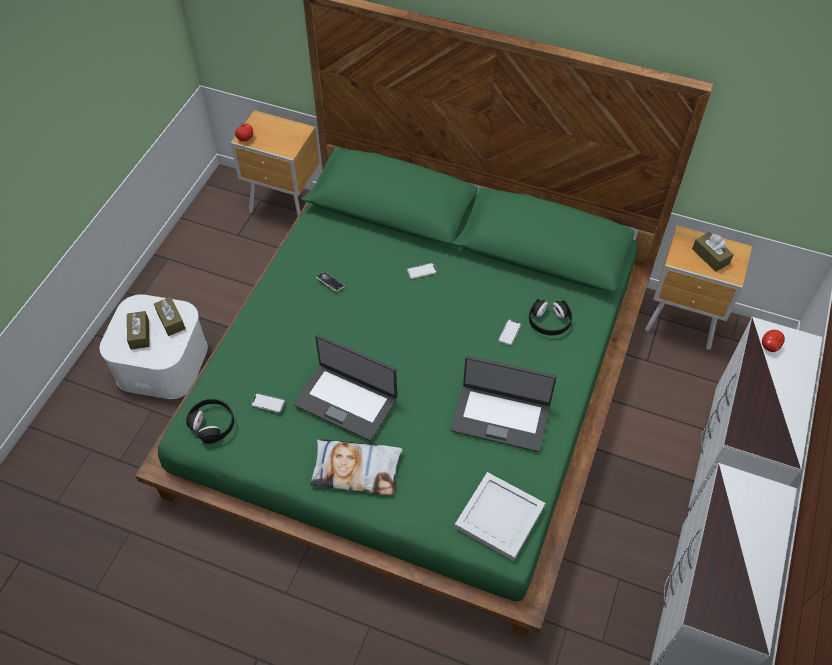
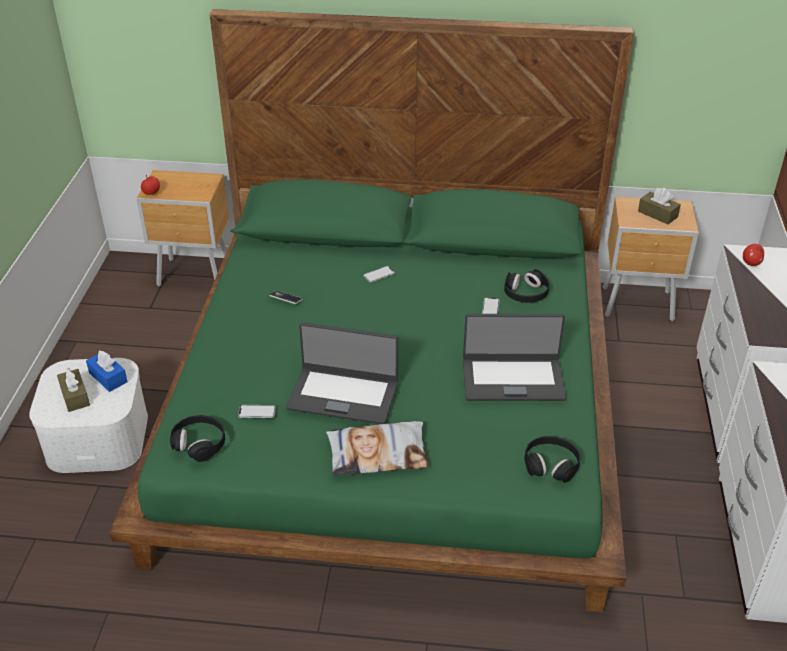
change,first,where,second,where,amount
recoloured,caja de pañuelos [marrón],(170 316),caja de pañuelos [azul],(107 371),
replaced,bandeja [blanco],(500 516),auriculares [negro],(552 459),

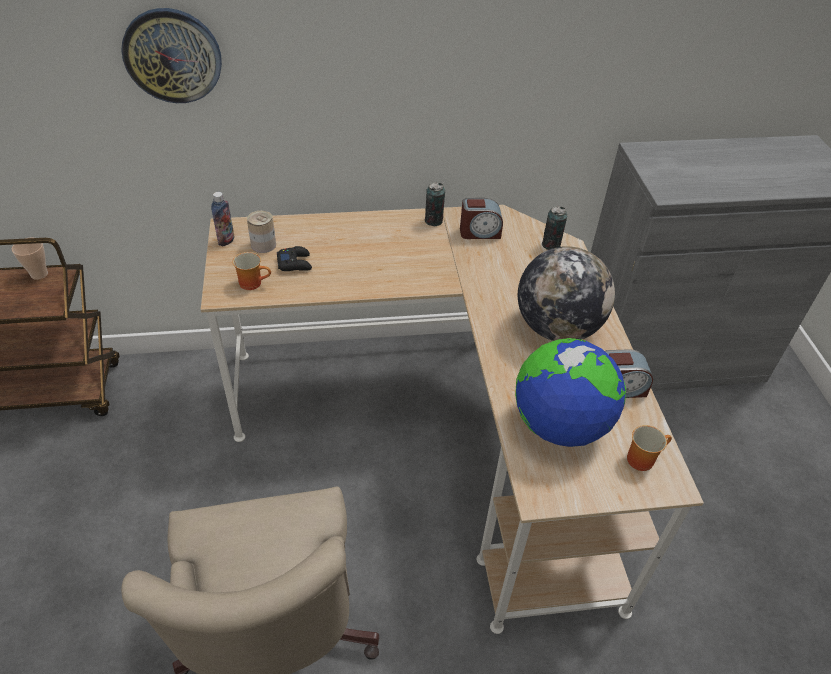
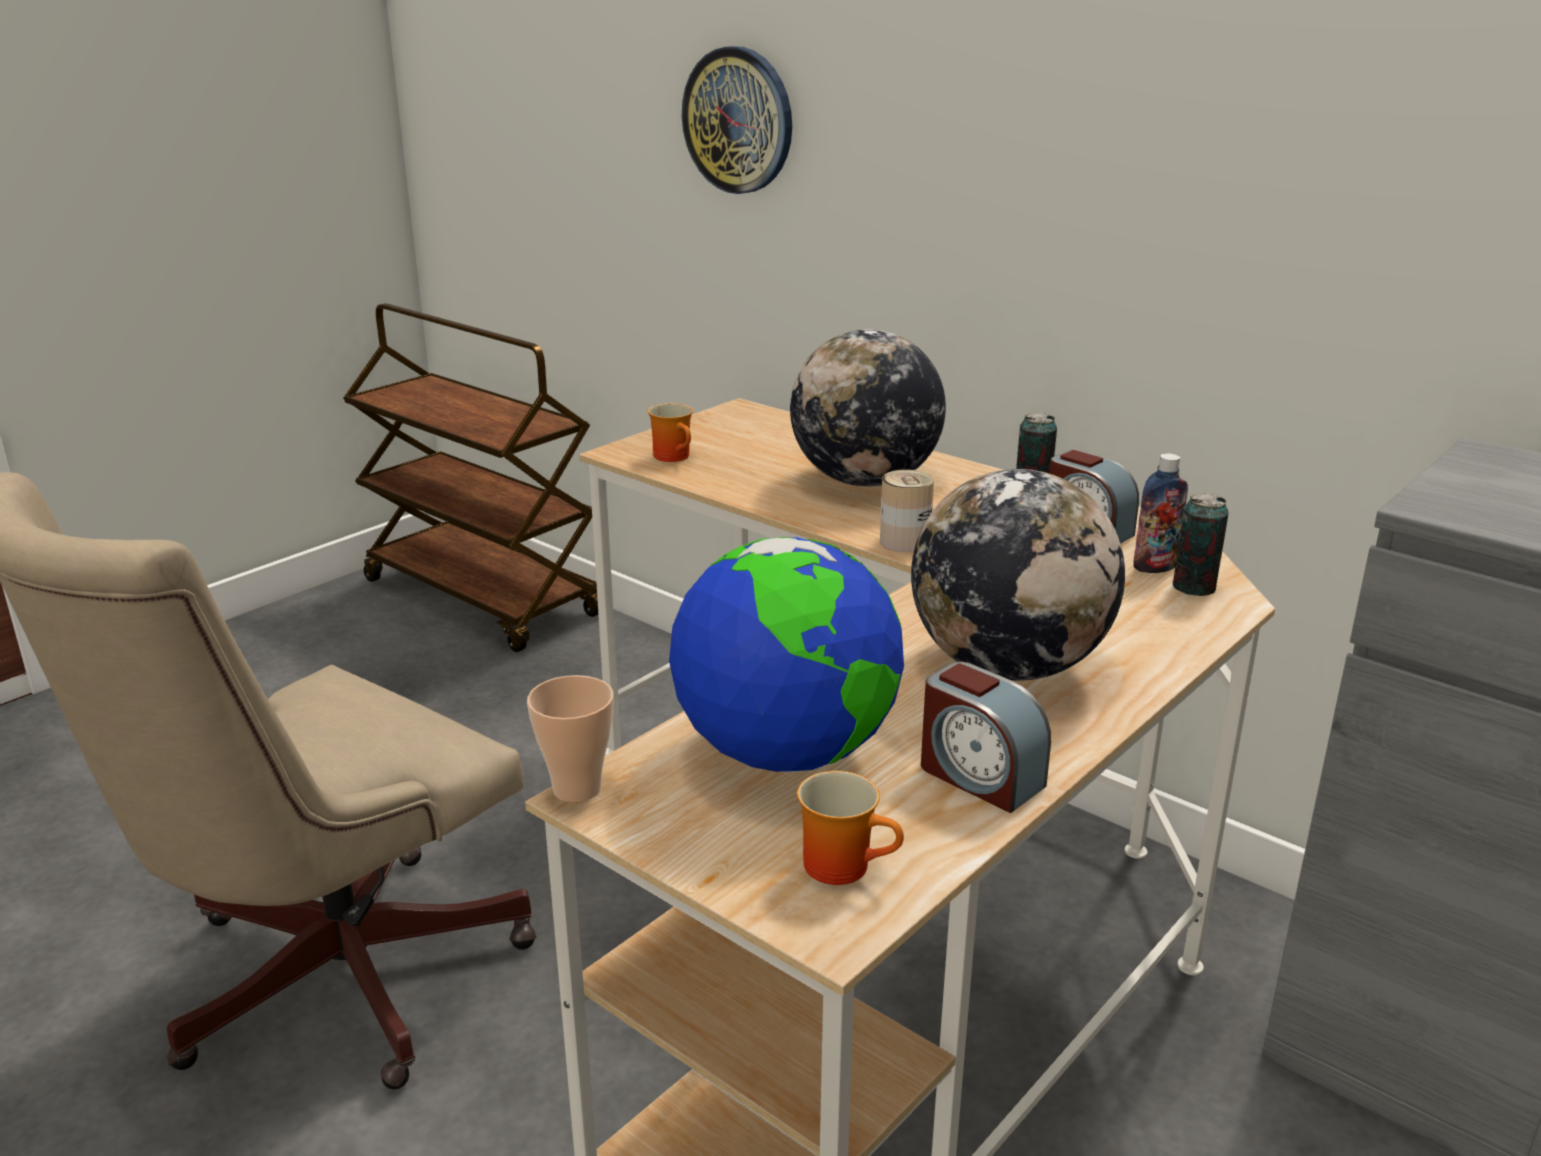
change,first,where,second,where,amount
moved,taza,(30 259),,(570 738),
moved,botella,(223 219),,(1161 513),
moved,lata,(261 232),,(907 511),
removed,mando de consola [negro],(294 258),,,
added,,,globo terráqueo,(868 408),

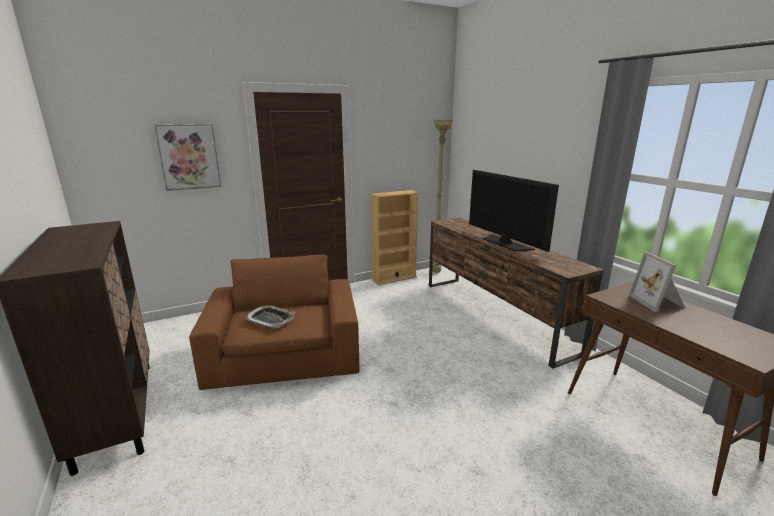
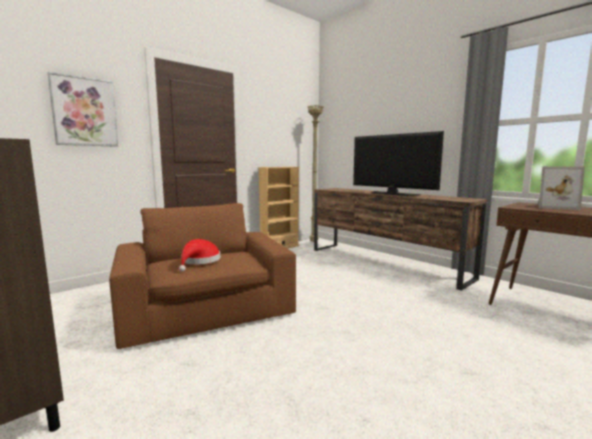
change,first,where,second,where,amount
replaced,bandeja,(270 316),sombrero [rojo],(199 255),
turned,portarretratos,(657 282),,(561 188),45 degrees counterclockwise

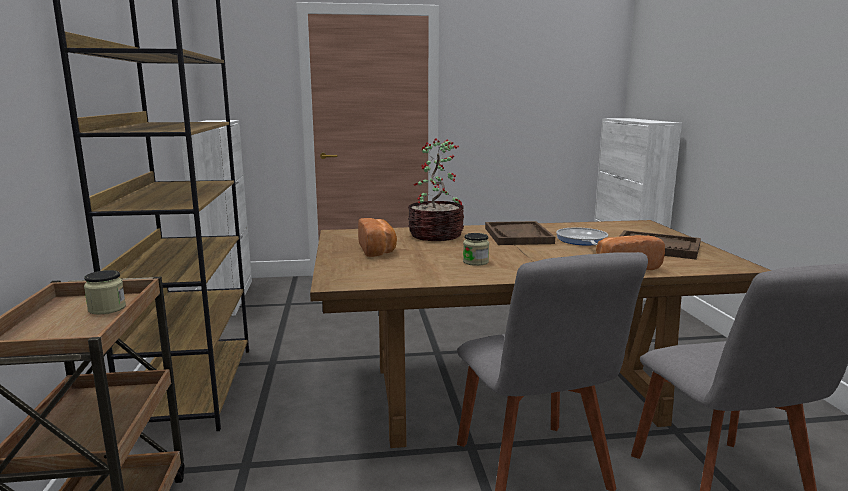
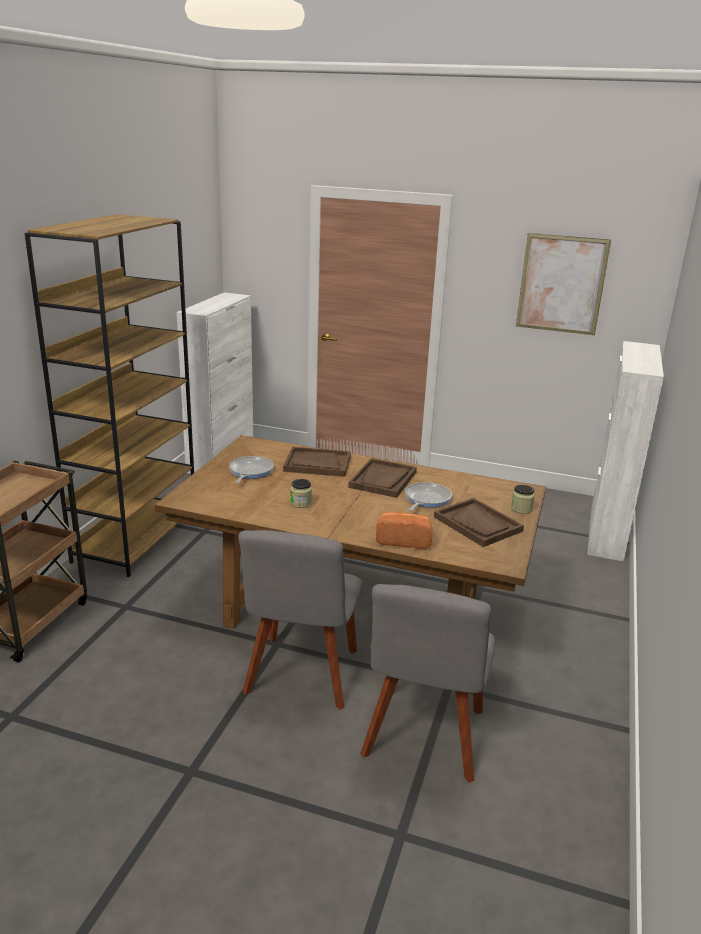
change,first,where,second,where,amount
moved,tarro,(105 292),,(523 499),
replaced,pan,(377 237),sartén,(251 469),
replaced,planta en maceta,(436 189),bandeja [marrón],(317 462),
added,,,cuadro,(563 284),

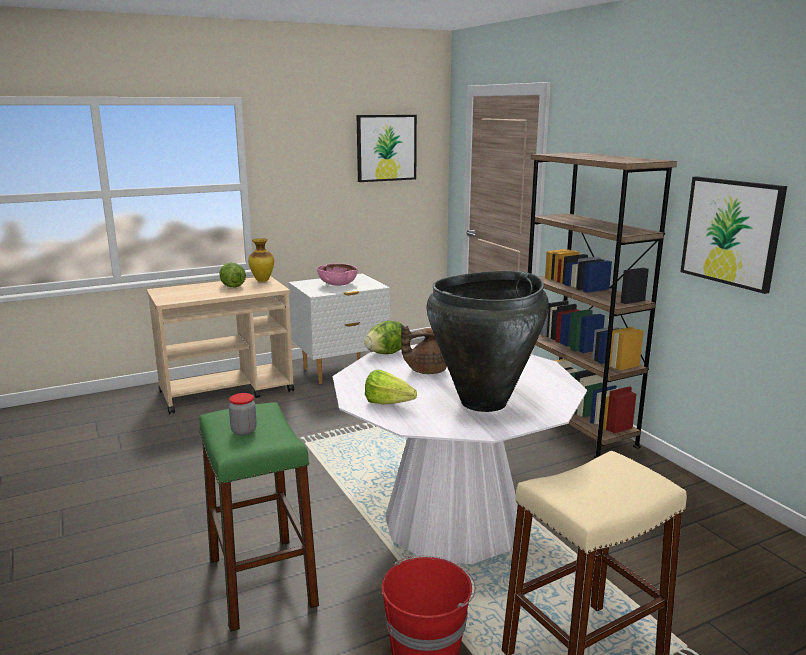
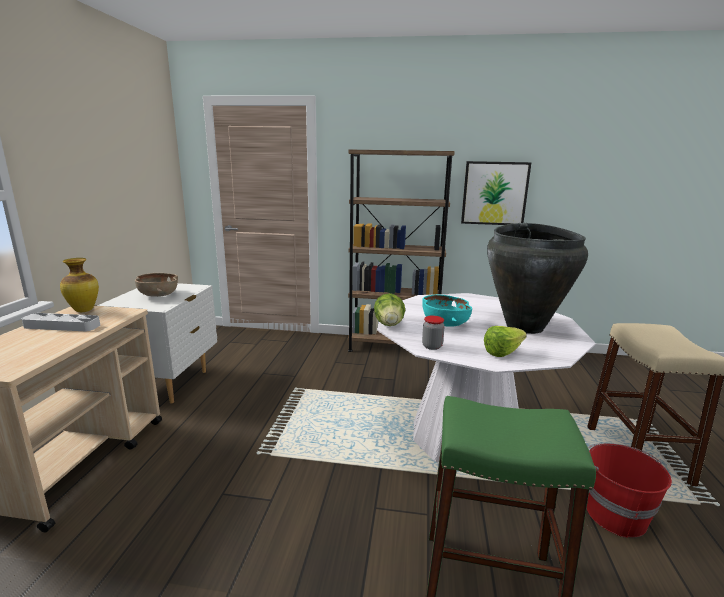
change,first,where,second,where,amount
replaced,lechuga,(232 275),bandeja [gris],(61 322),
moved,tarro,(243 414),,(433 332),
recoloured,cuenco [rosa],(337 274),cuenco [marrón],(156 285),
removed,cuadro,(387 148),,,
replaced,tetera [marrón],(424 349),cuenco [turquesa],(447 310),

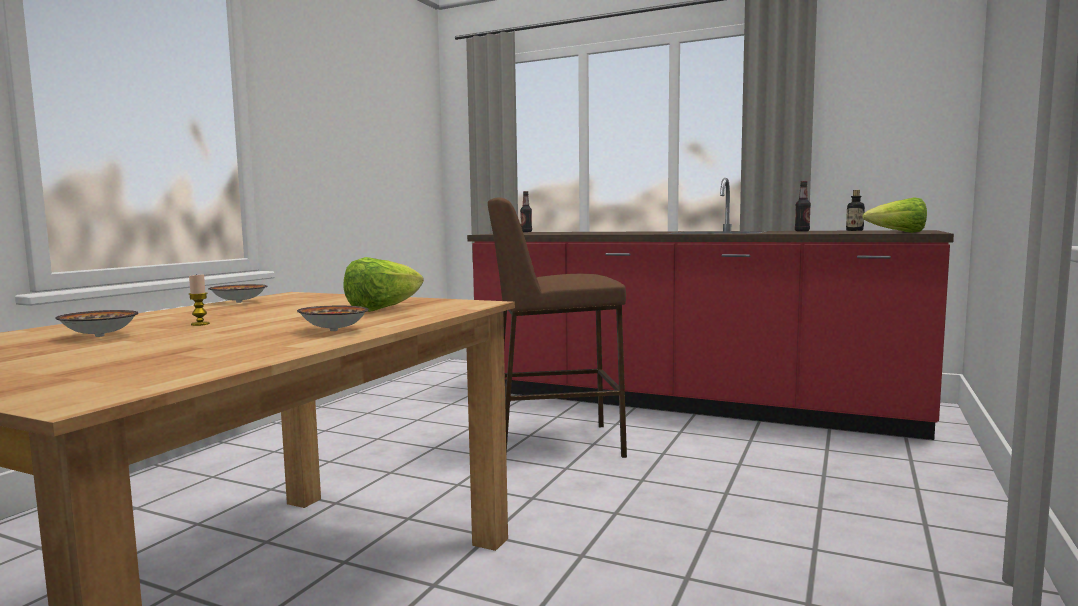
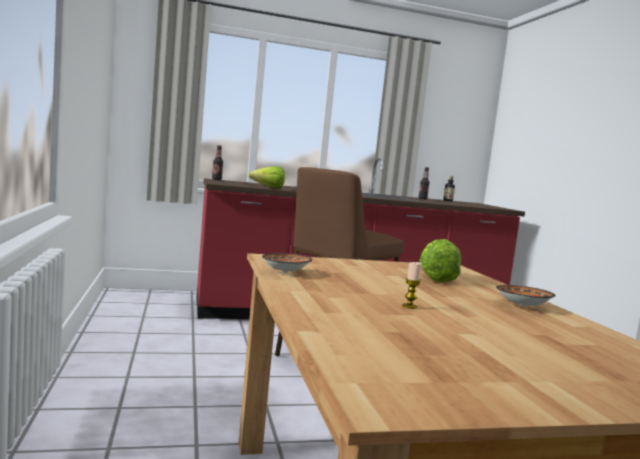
change,first,where,second,where,amount
removed,cuenco,(96 323),,,
moved,lechuga,(894 215),,(266 177),

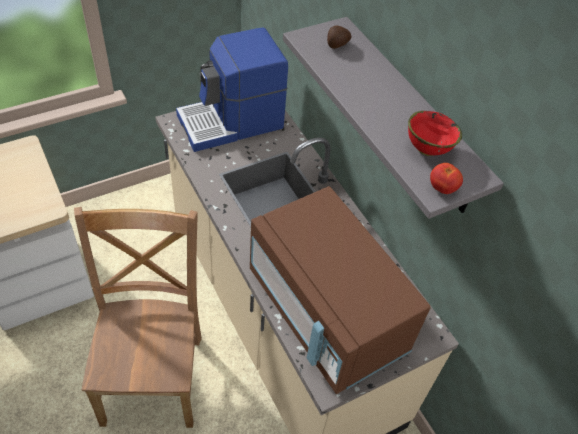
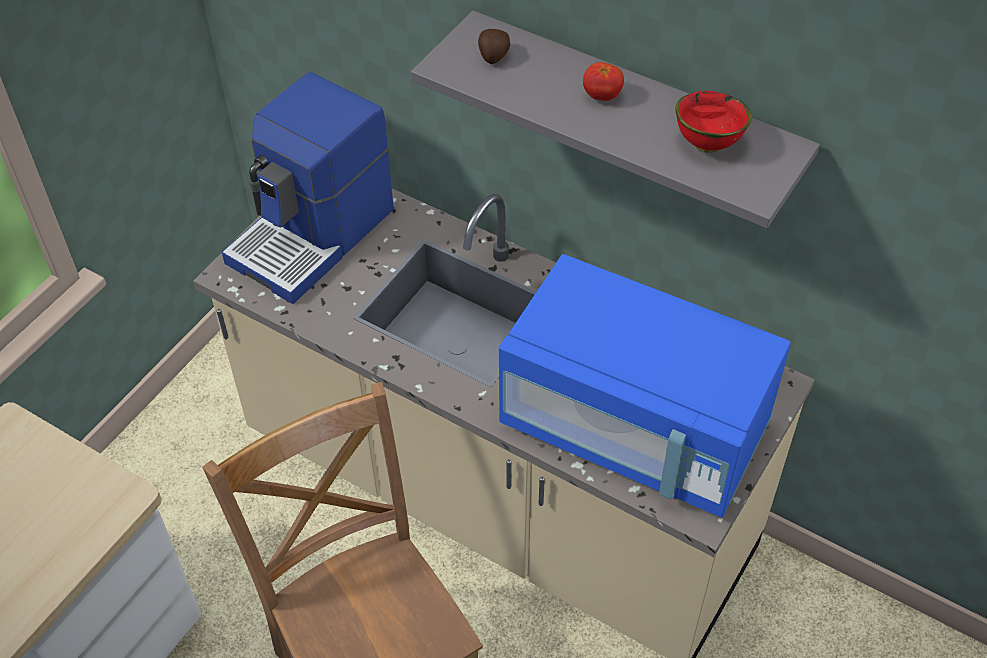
change,first,where,second,where,amount
recoloured,microondas [marrón],(340 290),microondas [azul],(645 386),
moved,tomate,(446 178),,(603 81),

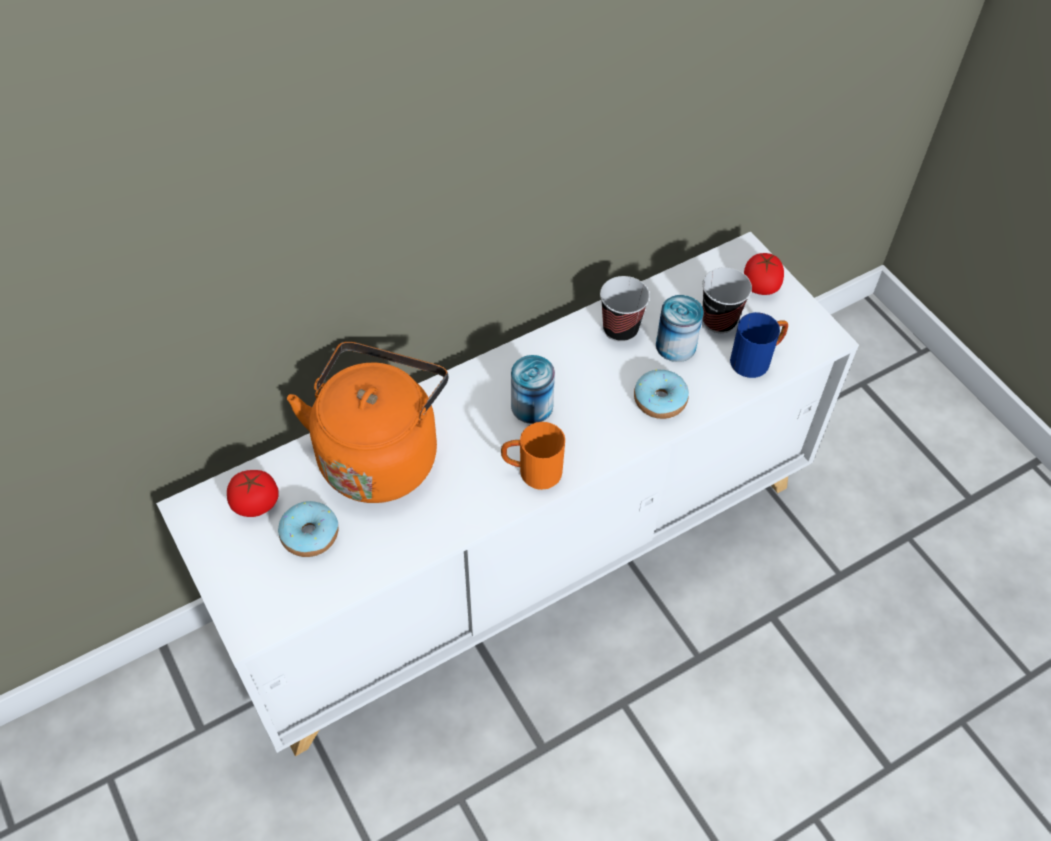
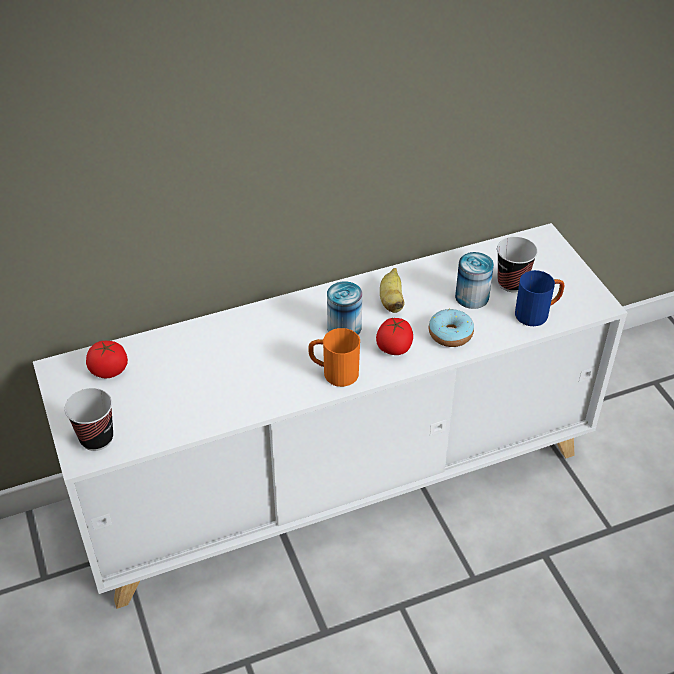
change,first,where,second,where,amount
removed,rosquilla,(308 529),,,
removed,hervidor [naranja],(367 422),,,
moved,taza,(625 309),,(88 419),
moved,tomate,(764 274),,(394 336),
added,,,plátano,(392 290),

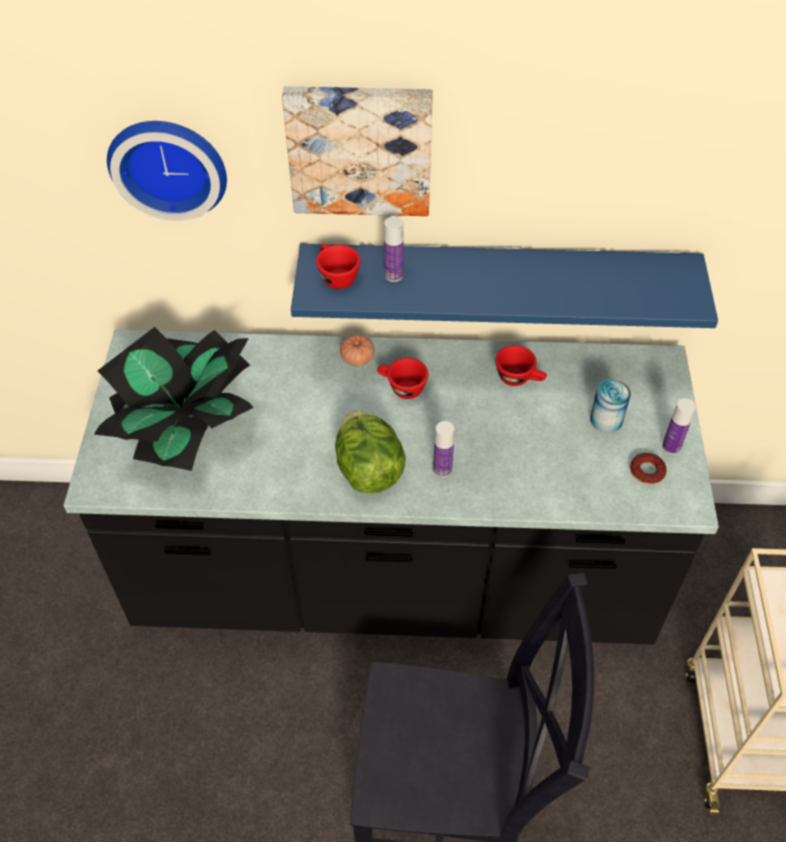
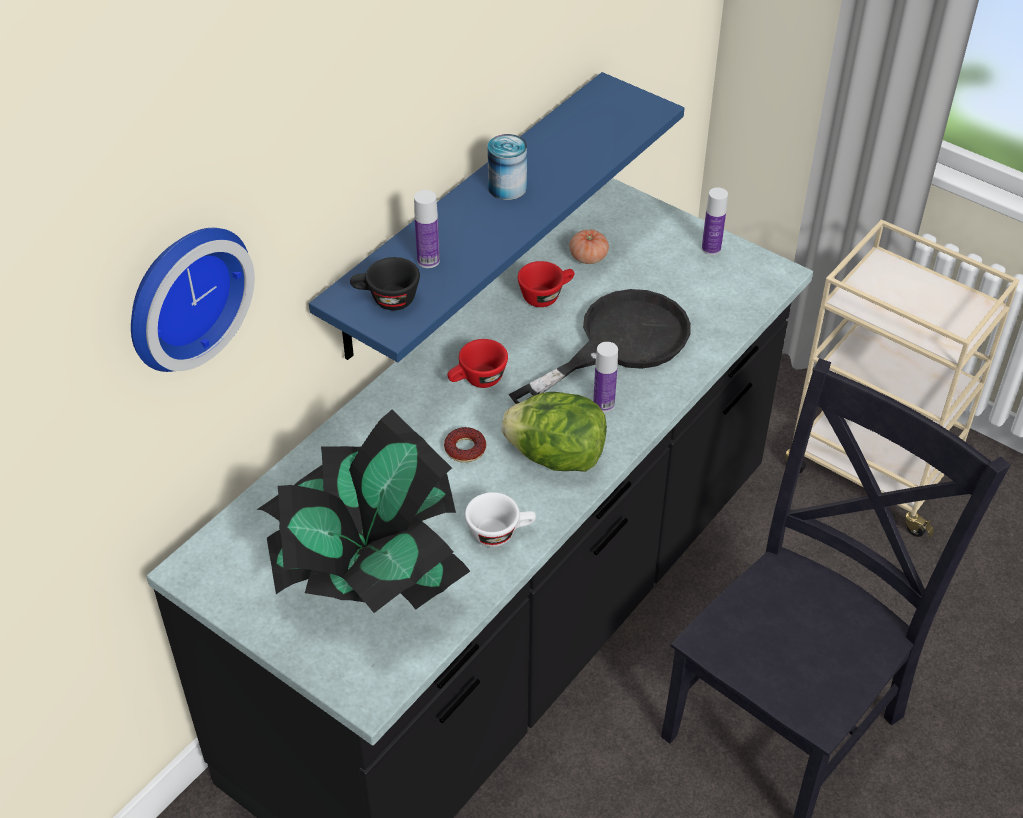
change,first,where,second,where,amount
removed,cuadro,(357 151),,,
recoloured,taza [rojo],(338 266),taza [negro],(385 283),
moved,tomate,(357 350),,(589 247),
moved,lata,(610 406),,(507 167),
moved,rosquilla,(648 469),,(465 445),
added,,,taza [blanco],(500 519),
added,,,sartén [negro],(600 346),

